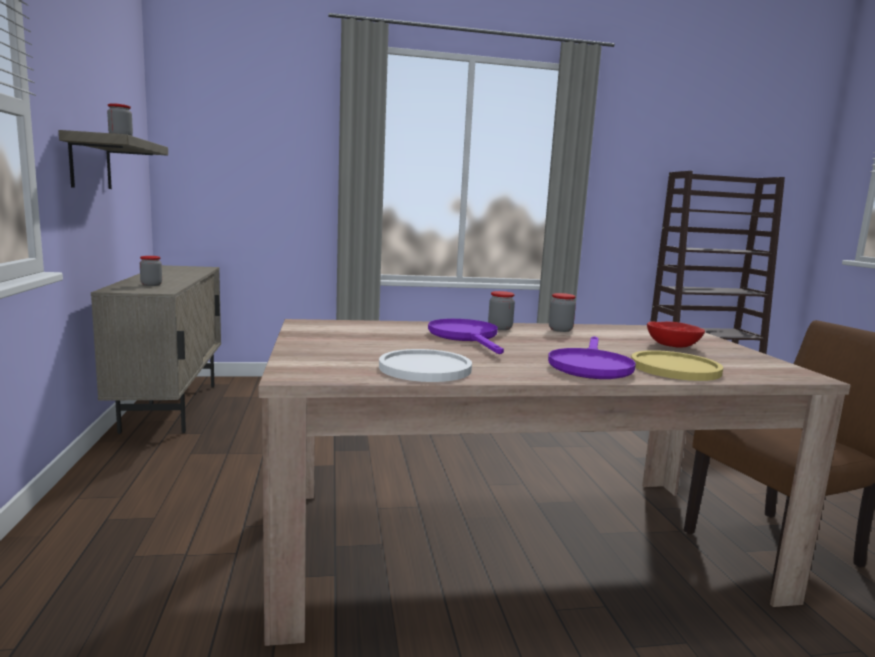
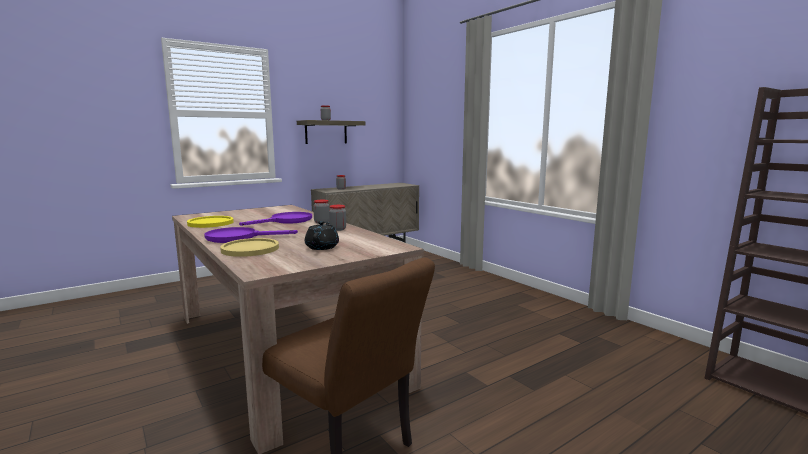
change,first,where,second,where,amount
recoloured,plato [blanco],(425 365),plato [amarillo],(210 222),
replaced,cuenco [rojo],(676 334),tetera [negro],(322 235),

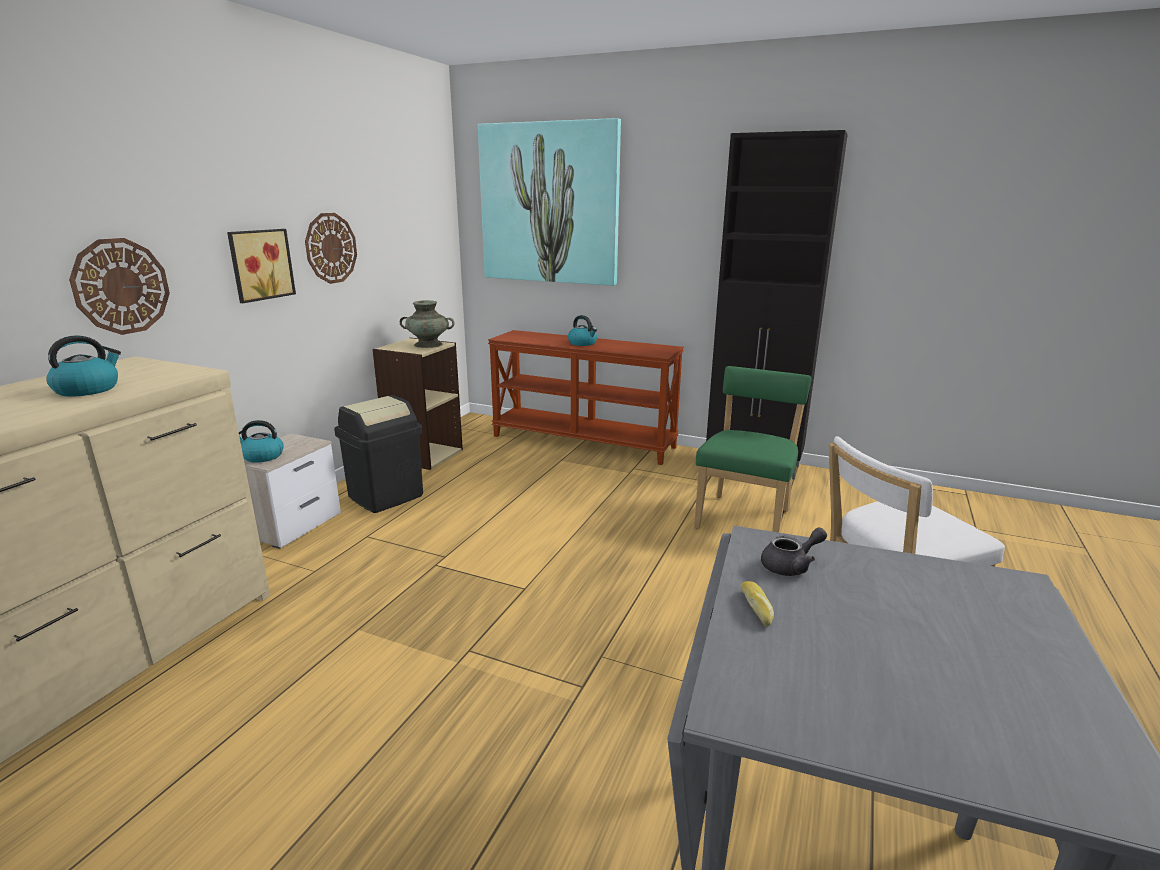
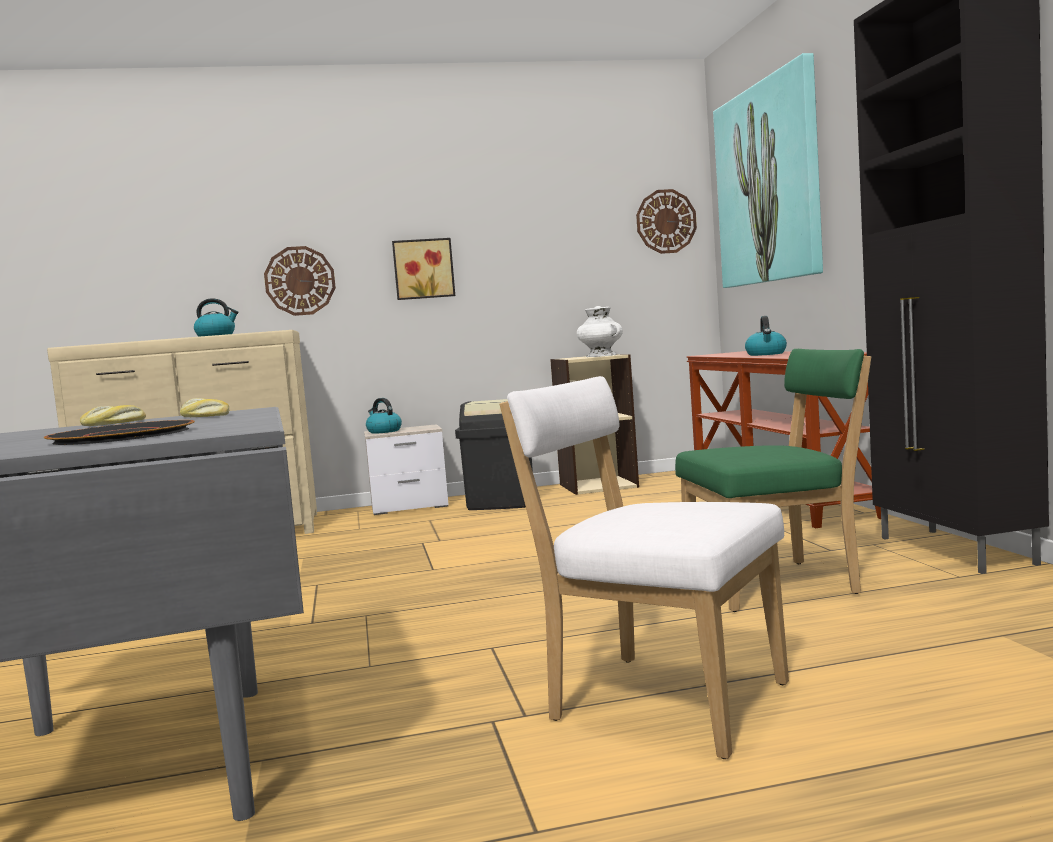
change,first,where,second,where,amount
moved,reloj de pared,(331 248),,(666 221),
recoloured,florero [turquesa],(427 324),florero [blanco],(600 331),
replaced,tetera [gris],(794 551),pan,(204 407),
added,,,plato [negro],(119 432),

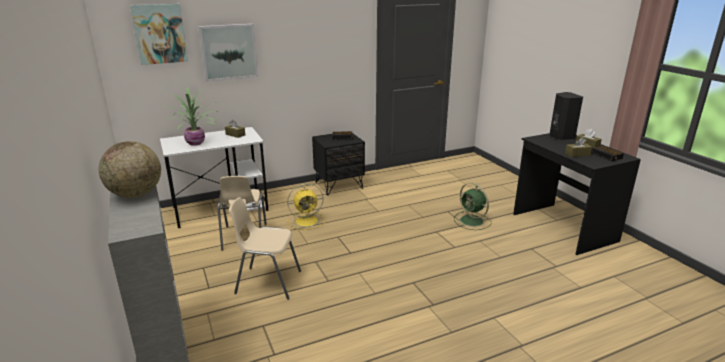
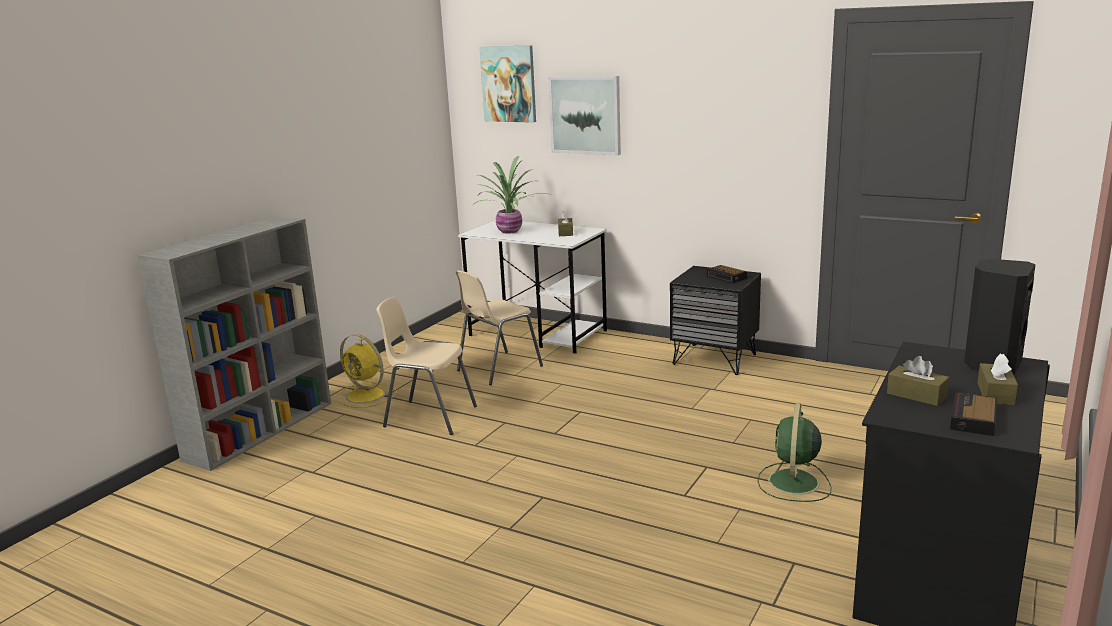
change,first,where,second,where,amount
removed,globo terráqueo,(130 169),,,
turned,silla [beis],(265 248),,(426 366),45 degrees counterclockwise
moved,ventilador [amarillo],(306 207),,(367 371),

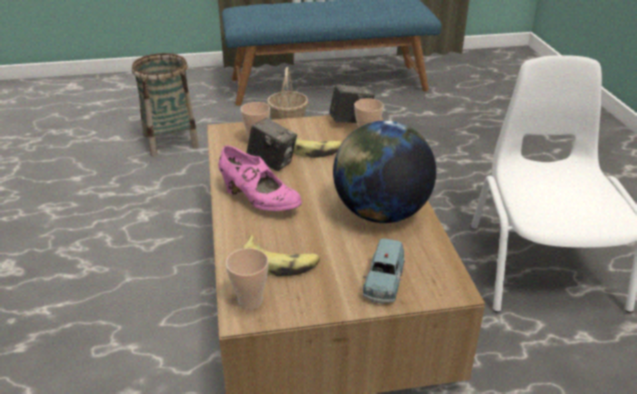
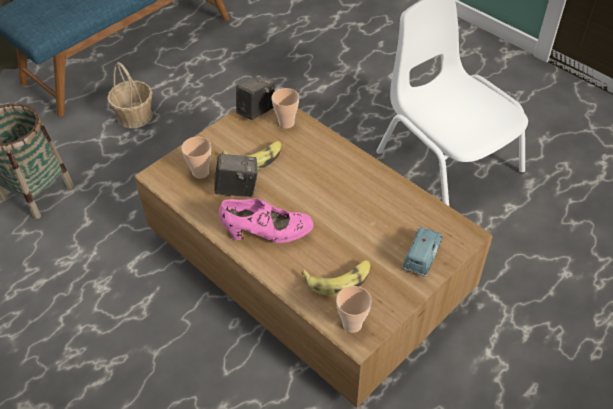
change,first,where,second,where,amount
removed,globo terráqueo,(384 172),,,
turned,coche de juguete [azul],(384 271),,(422 252),135 degrees counterclockwise

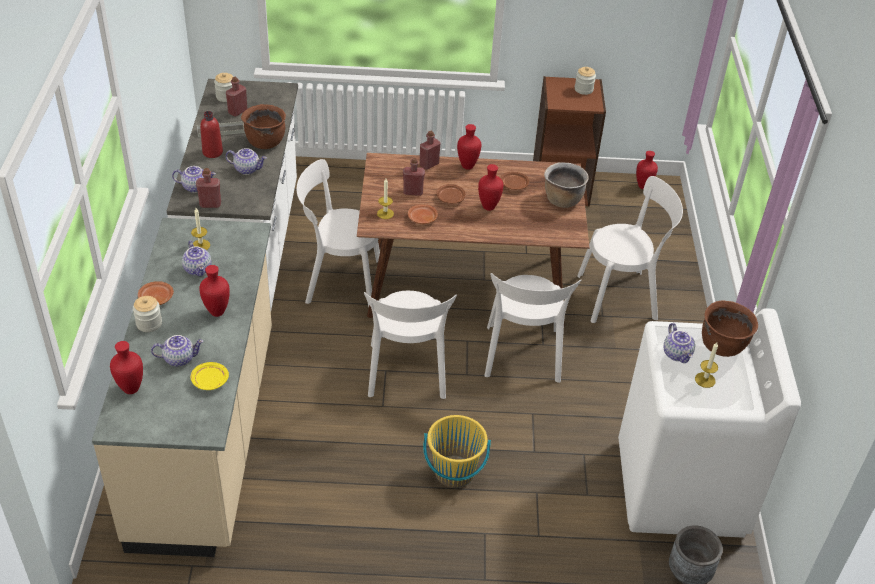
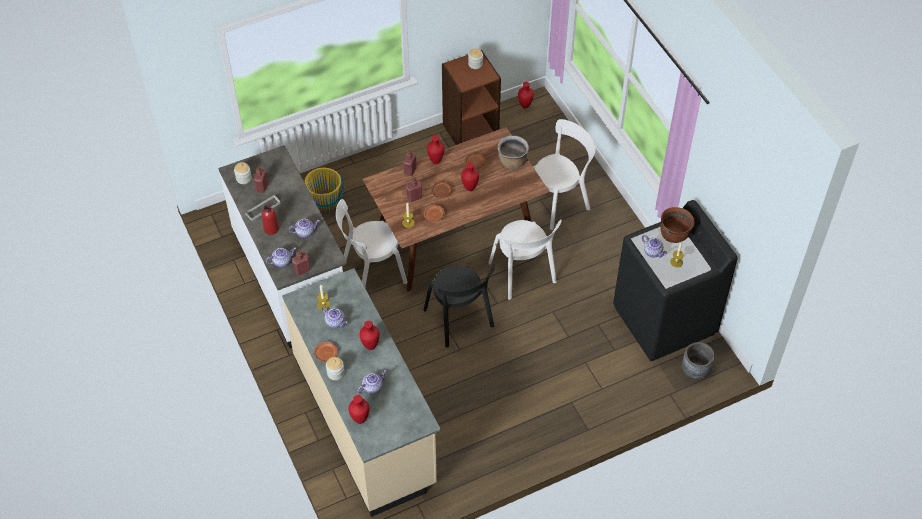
change,first,where,second,where,amount
removed,plato [amarillo],(210 376),,,
removed,olla [marrón],(263 126),,,
recoloured,silla [blanco],(410 345),silla [negro],(459 305),
moved,cubo [amarillo],(457 451),,(324 190),
recoloured,lavadora [blanco],(709 423),lavadora [negro],(675 280),

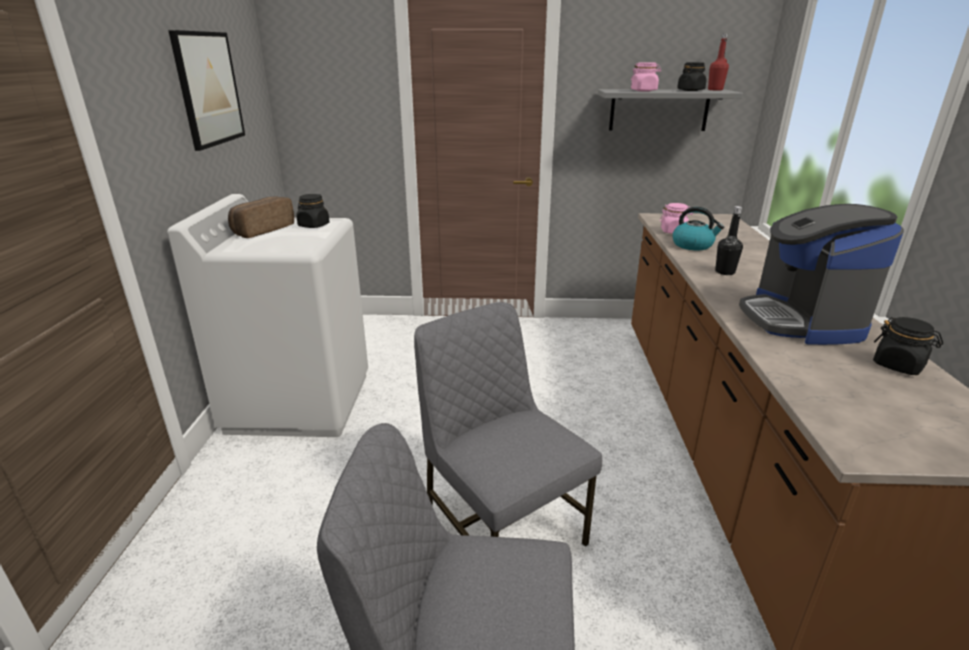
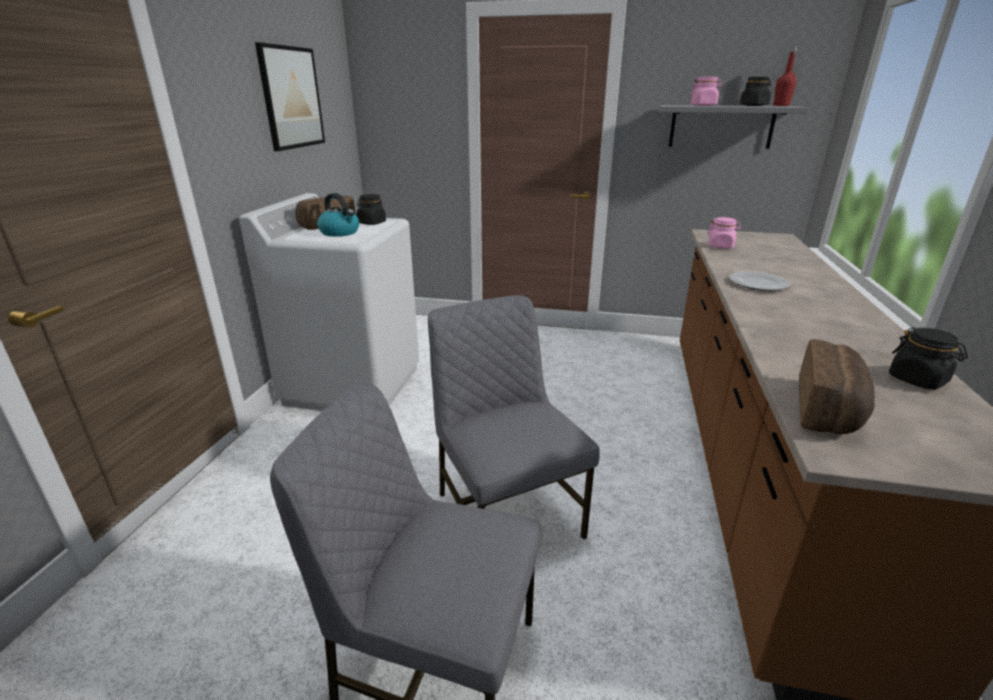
change,first,where,second,where,amount
moved,hervidor,(698 229),,(338 215),
replaced,botella [negro],(729 240),plato,(760 281),
removed,cafetera,(821 274),,,
added,,,pan,(837 386),

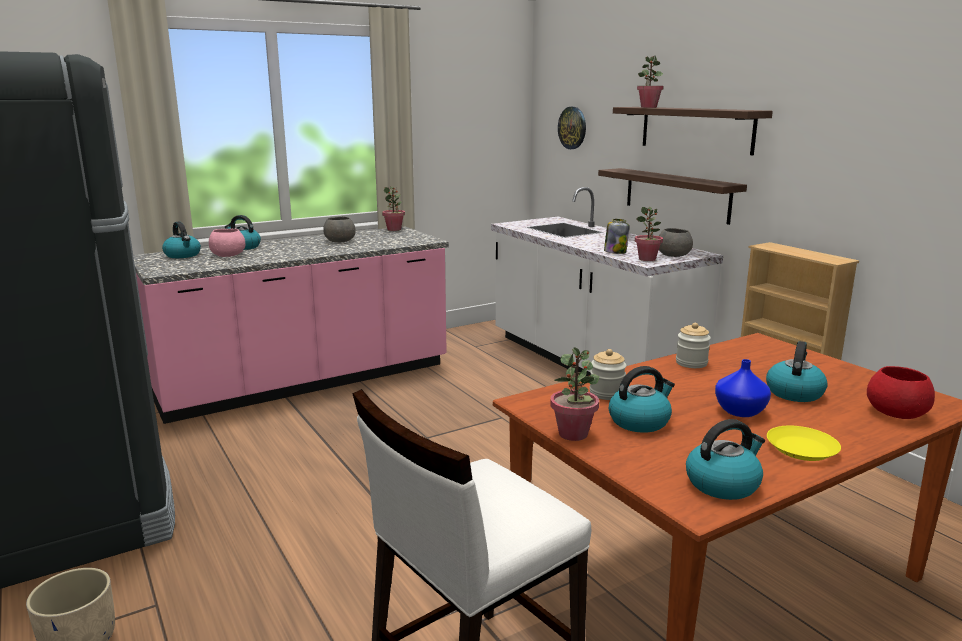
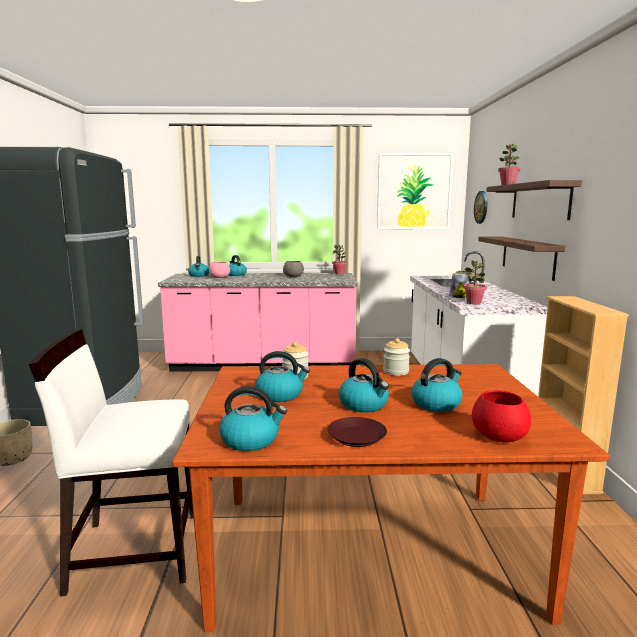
change,first,where,second,where,amount
removed,planta en maceta,(574 394),,,
removed,cuenco [gris],(676 242),,,
replaced,florero [azul],(743 388),hervidor,(364 385),
recoloured,plato [amarillo],(804 443),plato [marrón],(357 432),
added,,,cuadro,(415 191),

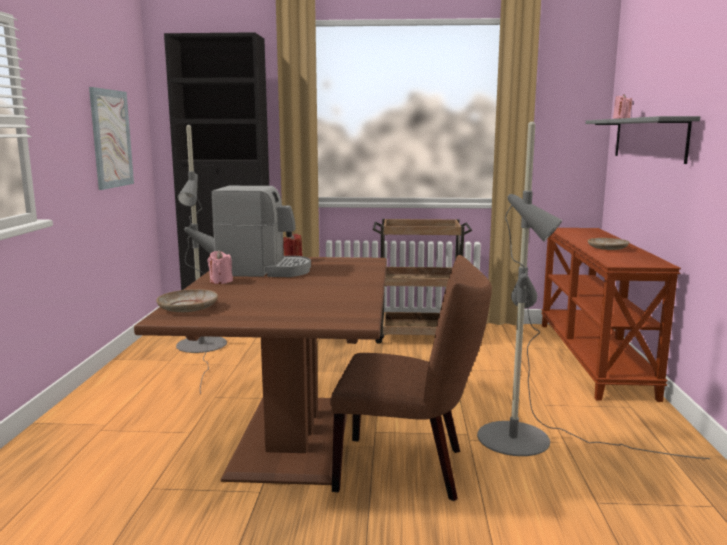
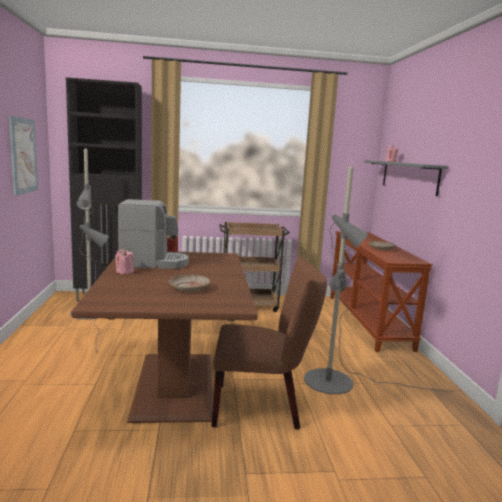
change,first,where,second,where,amount
moved,plato [beis],(187 300),,(189 283),

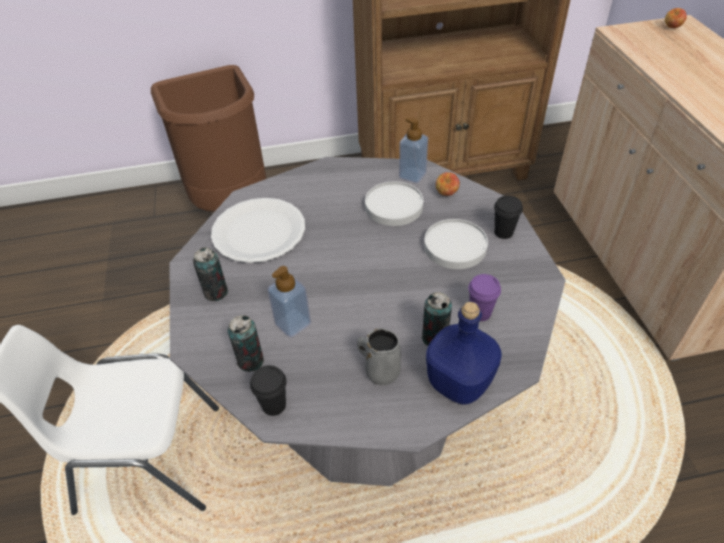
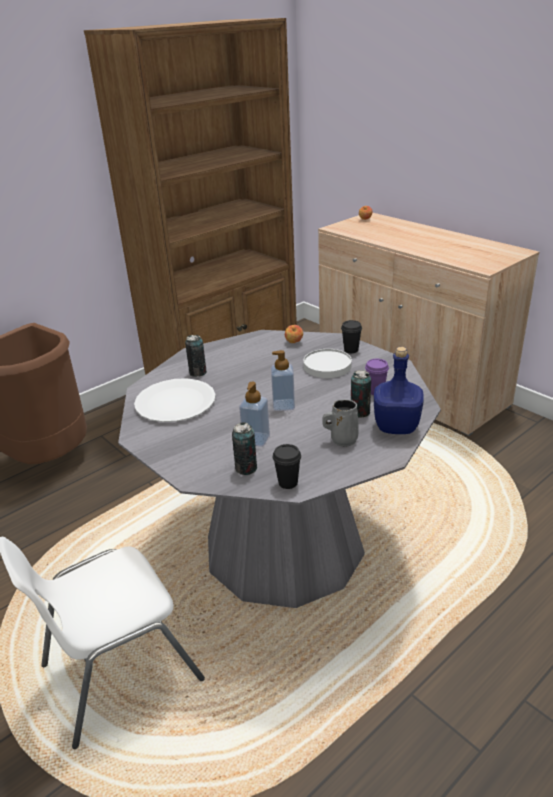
change,first,where,second,where,amount
moved,lata,(210 274),,(196 356),
removed,plato [blanco],(394 203),,,
moved,dispensador de jabón,(413 150),,(283 380),

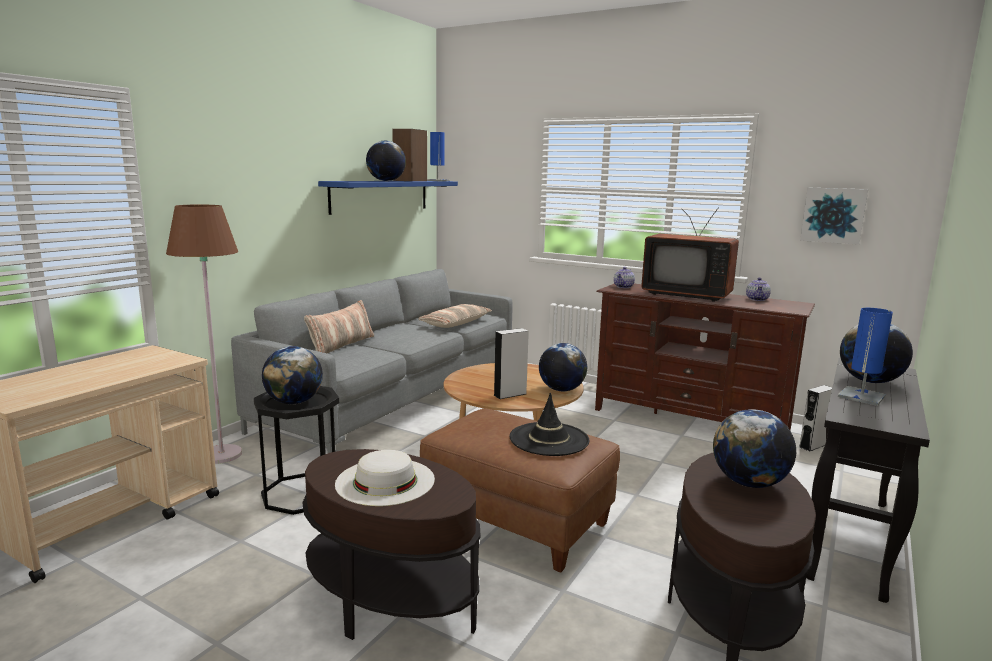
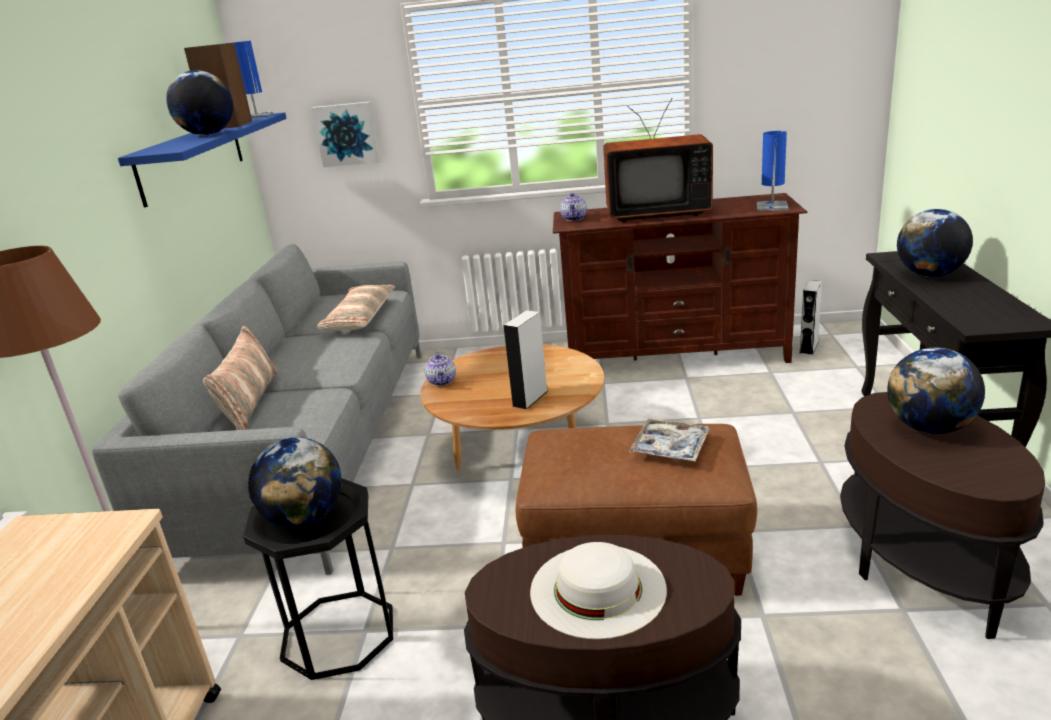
change,first,where,second,where,amount
replaced,sombrero [negro],(549 424),bandeja,(669 439),
removed,globo terráqueo,(563 367),,,
moved,tetera,(758 289),,(440 369),
moved,cuadro,(834 216),,(346 134),
moved,lámpara de mesa [azul],(865 357),,(772 171),

